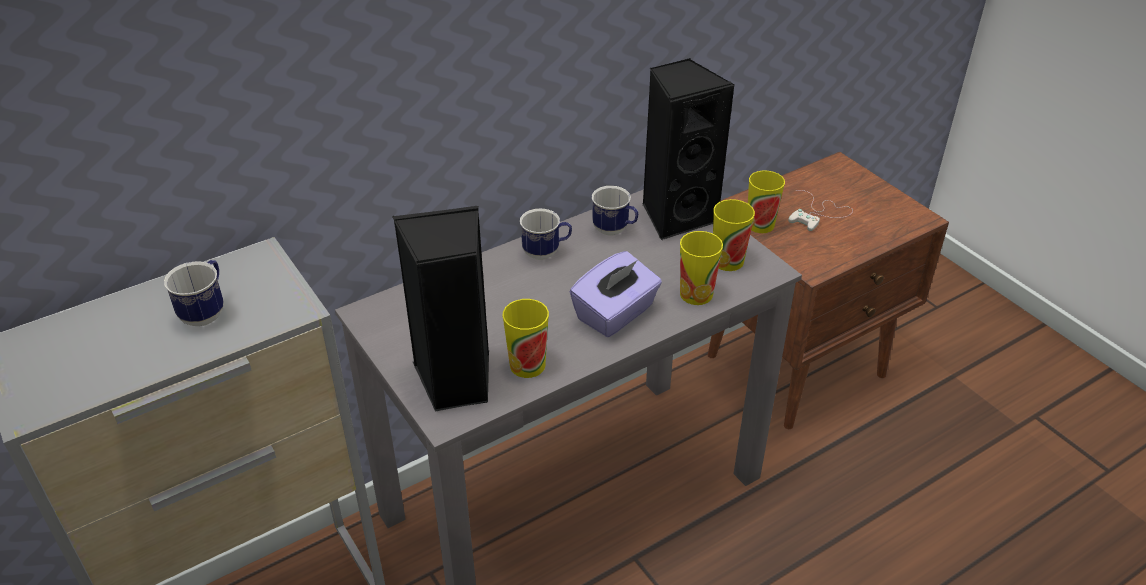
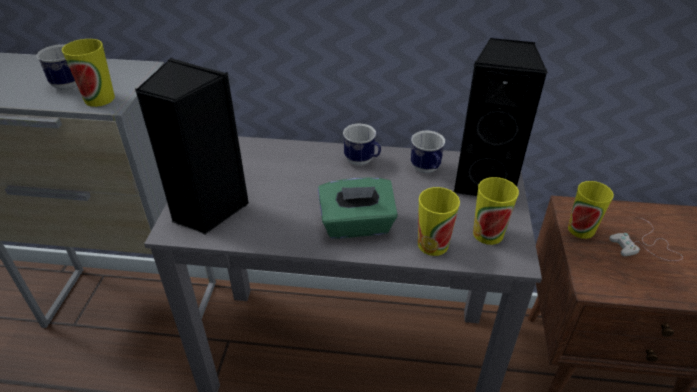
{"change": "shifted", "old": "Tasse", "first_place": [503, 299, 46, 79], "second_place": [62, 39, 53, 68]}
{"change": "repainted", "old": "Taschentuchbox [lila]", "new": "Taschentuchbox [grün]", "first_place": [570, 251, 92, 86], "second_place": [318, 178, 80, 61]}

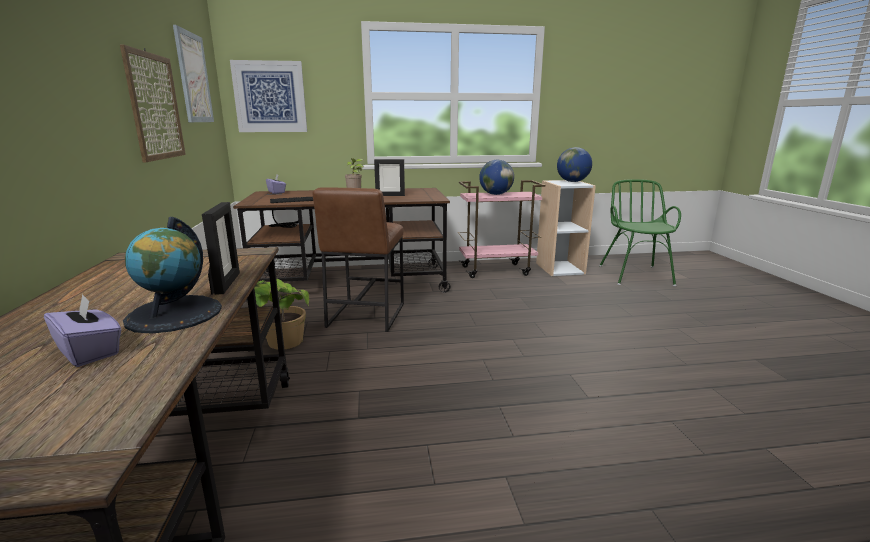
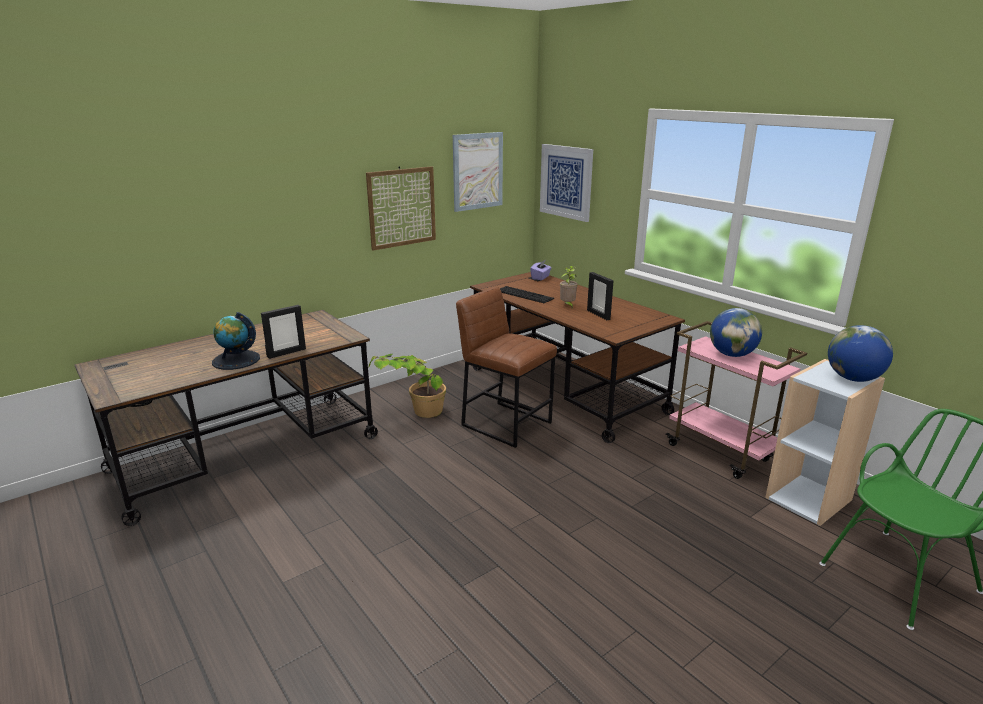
{"change": "gone", "old": "Taschentuchbox [lila]", "first_place": [44, 294, 77, 73]}
{"change": "rotated", "old": "Stuhl [braun]", "first_place": [312, 187, 92, 145], "second_place": [456, 287, 101, 161], "degrees": 60}

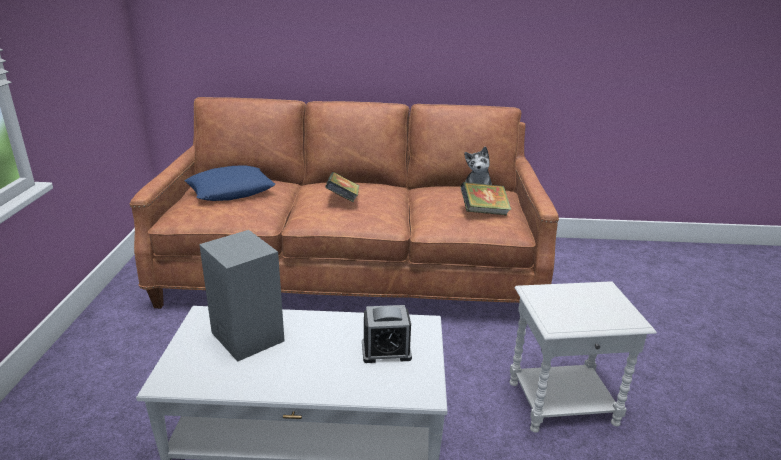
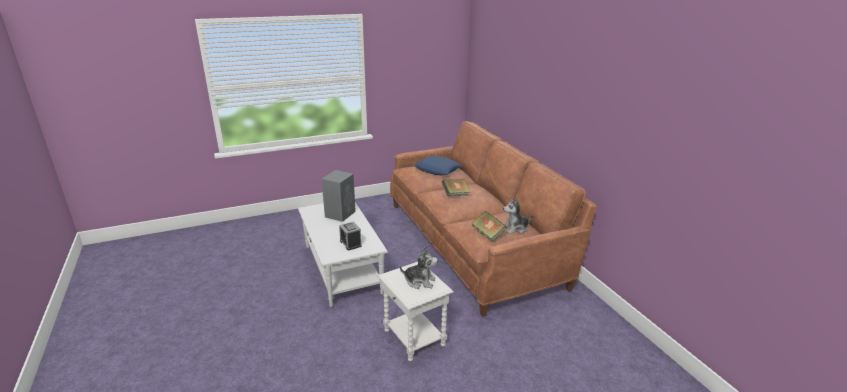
{"change": "new", "new": "Plüschtier", "second_place": [399, 247, 39, 42]}

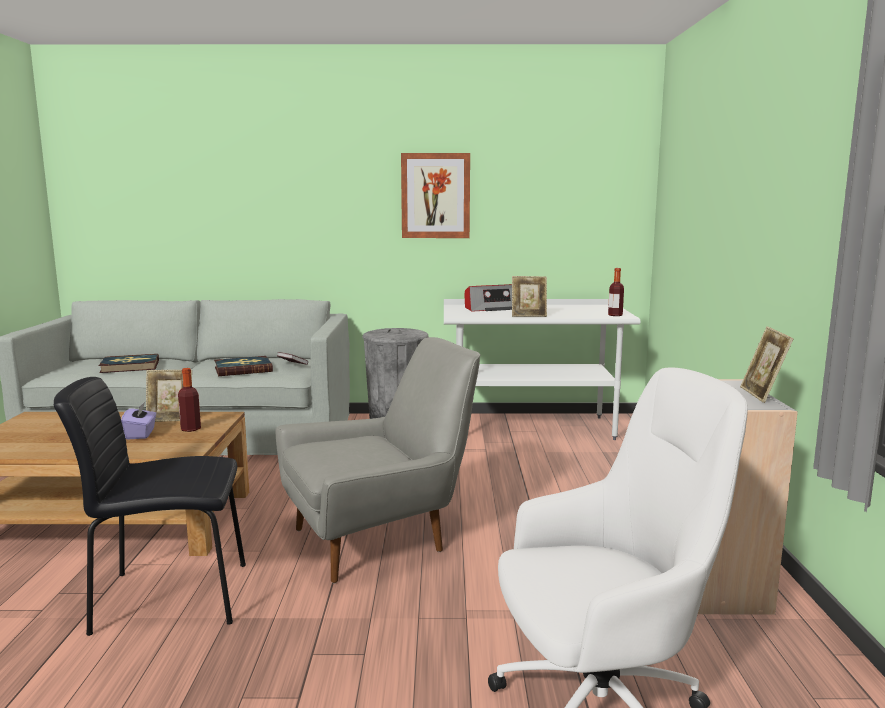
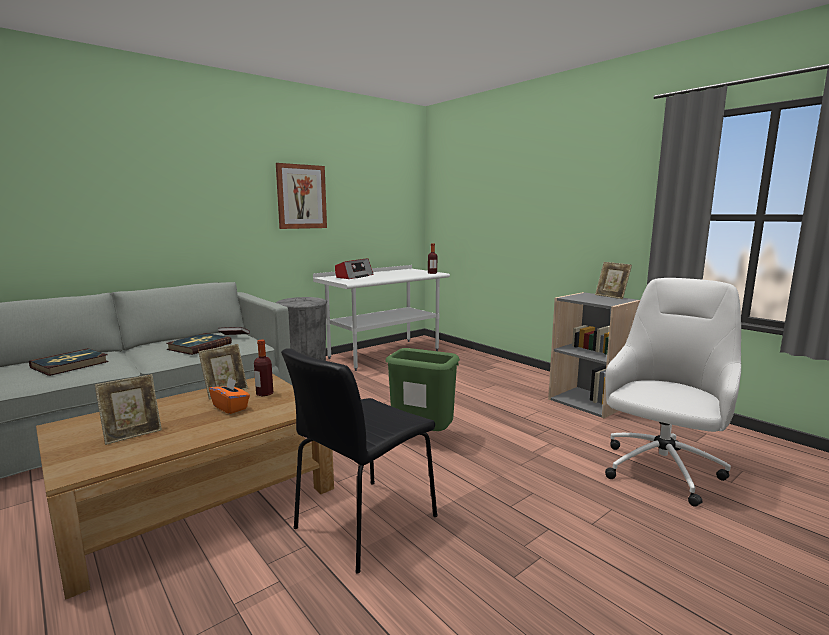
{"change": "repainted", "old": "Taschentuchbox [lila]", "new": "Taschentuchbox [orange]", "first_place": [121, 402, 36, 38], "second_place": [209, 378, 41, 36]}
{"change": "swapped", "old": "Sessel [grau]", "new": "Mülleimer [grün]", "first_place": [276, 337, 204, 246], "second_place": [385, 348, 75, 83]}
{"change": "shifted", "old": "Bilderrahmen", "first_place": [512, 276, 35, 41], "second_place": [95, 374, 67, 71]}

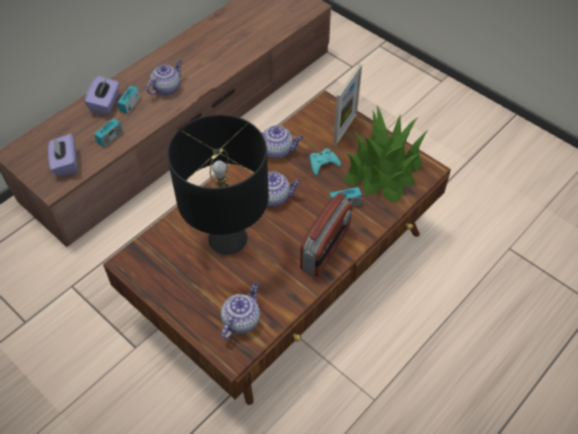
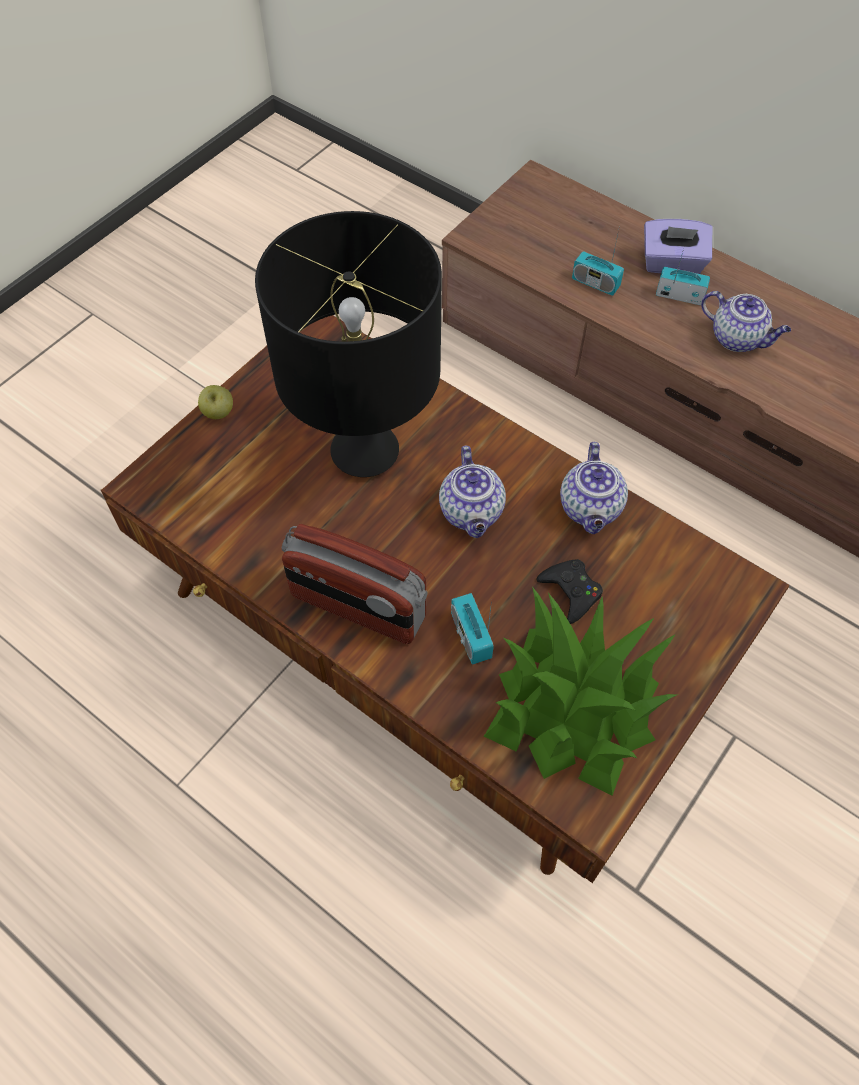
{"change": "gone", "old": "Taschentuchbox [lila]", "first_place": [48, 134, 29, 43]}
{"change": "gone", "old": "Teekanne", "first_place": [221, 283, 39, 56]}
{"change": "repainted", "old": "Gamepad [türkis]", "new": "Gamepad [schwarz]", "first_place": [310, 149, 31, 26], "second_place": [537, 559, 66, 65]}
{"change": "gone", "old": "Bilderrahmen", "first_place": [333, 64, 29, 81]}
{"change": "new", "new": "Apfel", "second_place": [198, 385, 35, 34]}

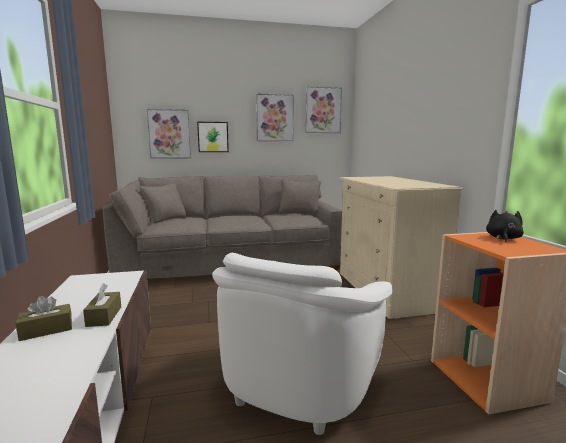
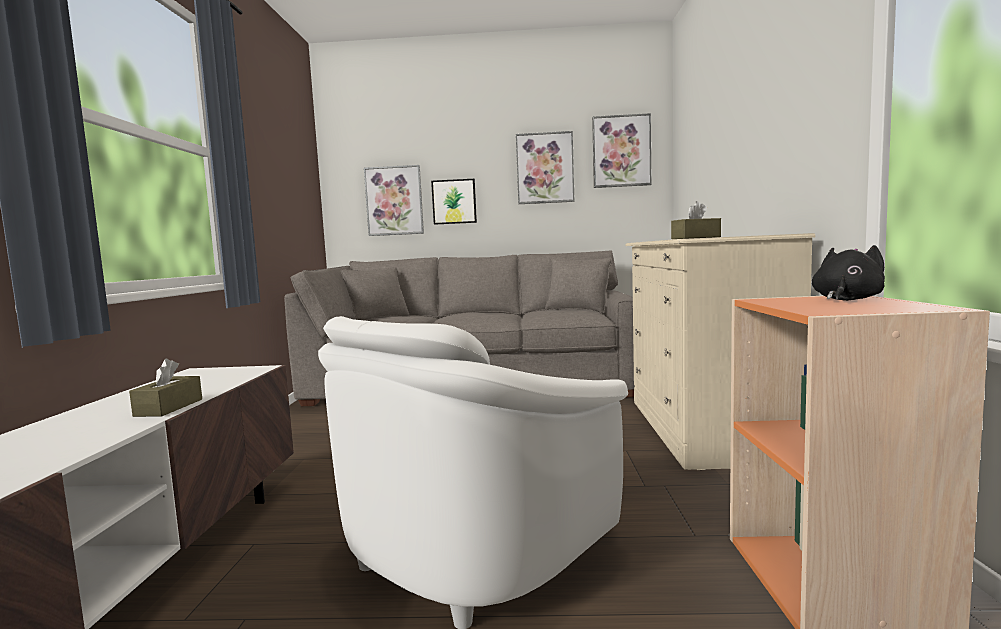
{"change": "shifted", "old": "Taschentuchbox [braun]", "first_place": [16, 296, 56, 45], "second_place": [671, 201, 50, 38]}

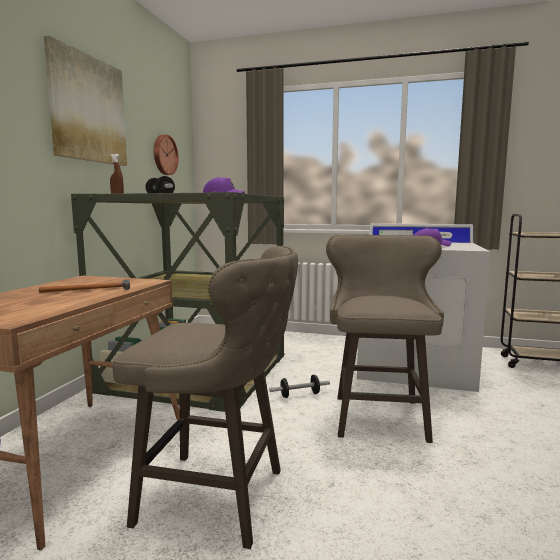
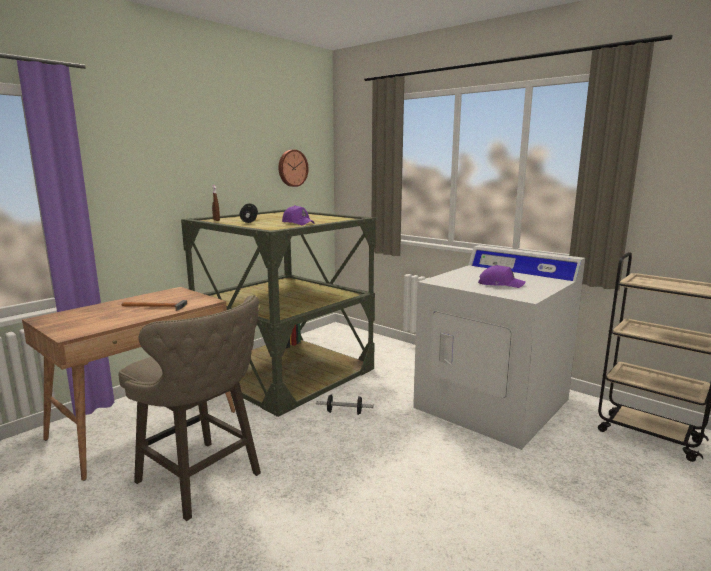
{"change": "gone", "old": "Bild", "first_place": [44, 35, 83, 131]}
{"change": "gone", "old": "Hocker [beige]", "first_place": [326, 235, 118, 208]}

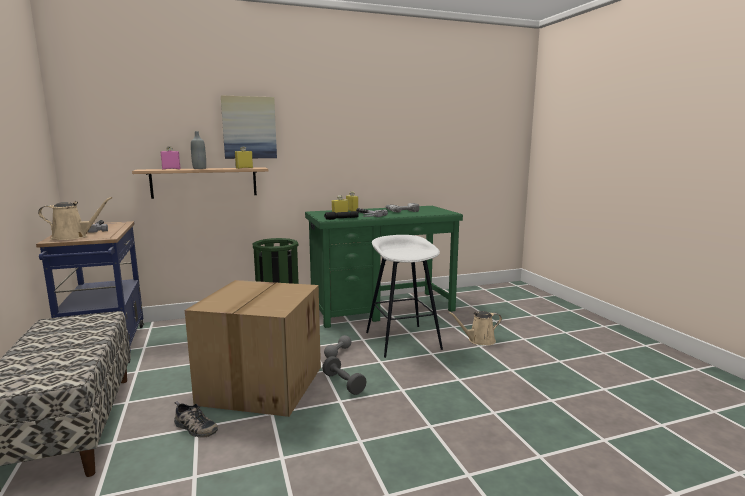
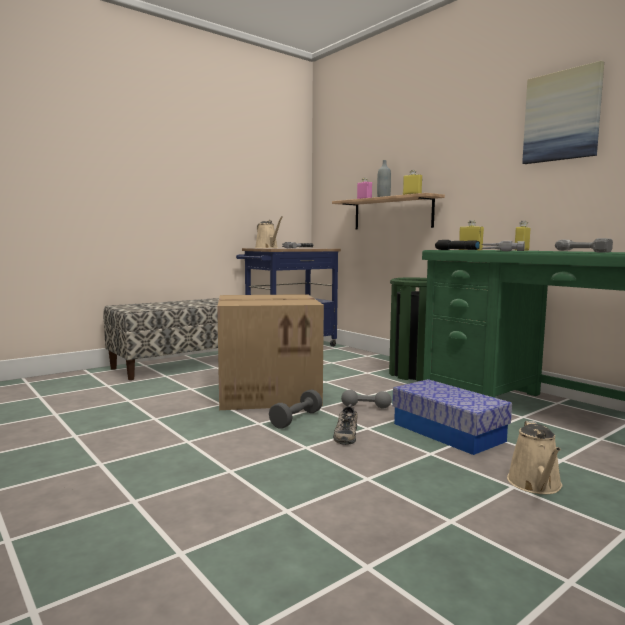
{"change": "shifted", "old": "Schuh", "first_place": [174, 401, 44, 37], "second_place": [333, 404, 25, 41]}
{"change": "shifted", "old": "Bild", "first_place": [221, 95, 56, 64], "second_place": [522, 60, 82, 104]}
{"change": "swapped", "old": "Hocker [weiß]", "new": "Aufbewahrungsbox", "first_place": [366, 235, 77, 123], "second_place": [392, 379, 120, 76]}
{"change": "rotated", "old": "Gießkanne [beige]", "first_place": [448, 311, 54, 34], "second_place": [507, 421, 55, 73], "degrees": -135}

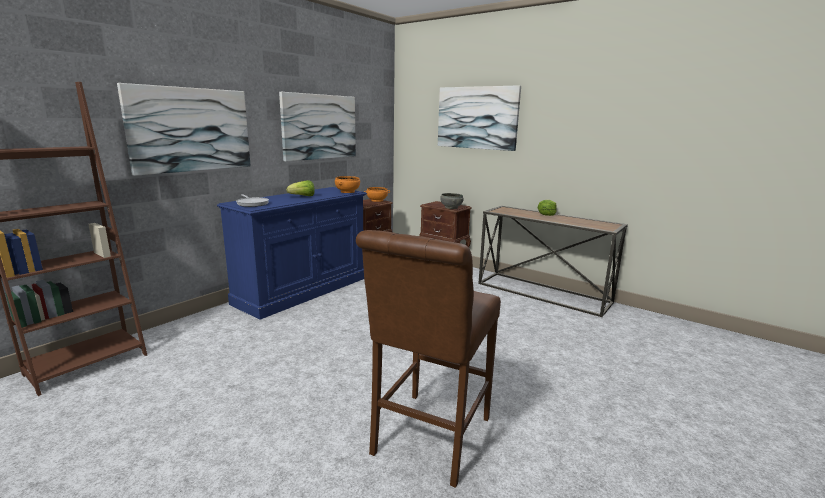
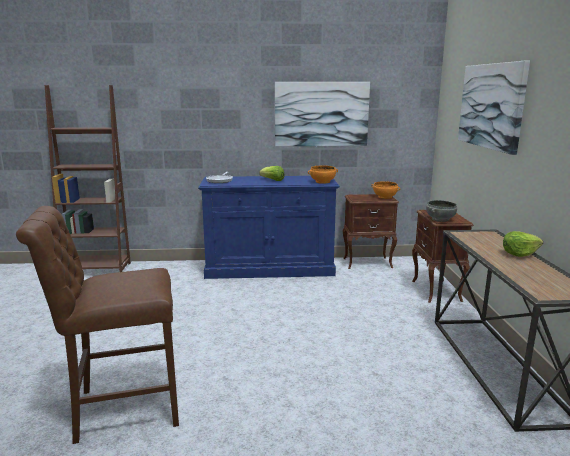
{"change": "gone", "old": "Bild", "first_place": [117, 83, 134, 93]}

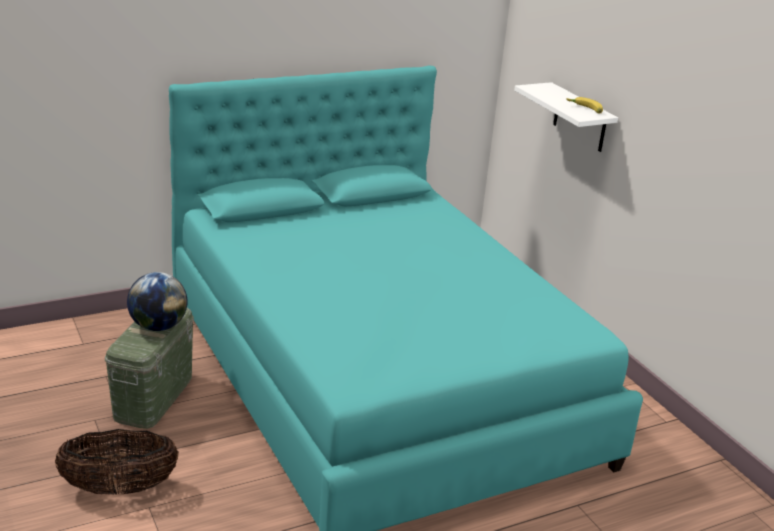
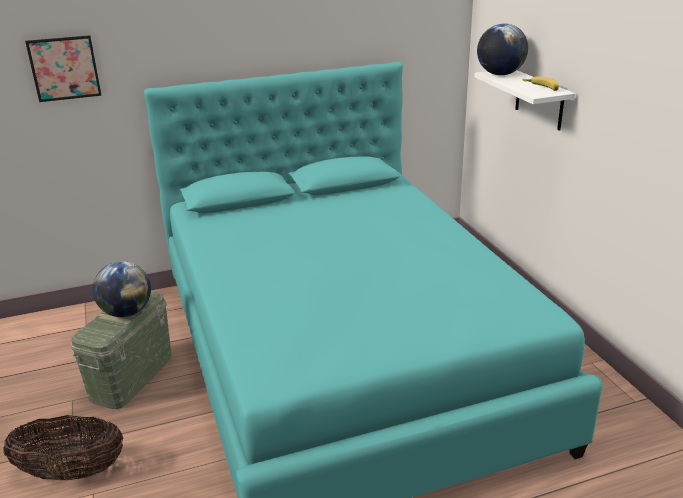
{"change": "new", "new": "Bild", "second_place": [25, 35, 77, 67]}
{"change": "new", "new": "Globus", "second_place": [477, 23, 51, 52]}

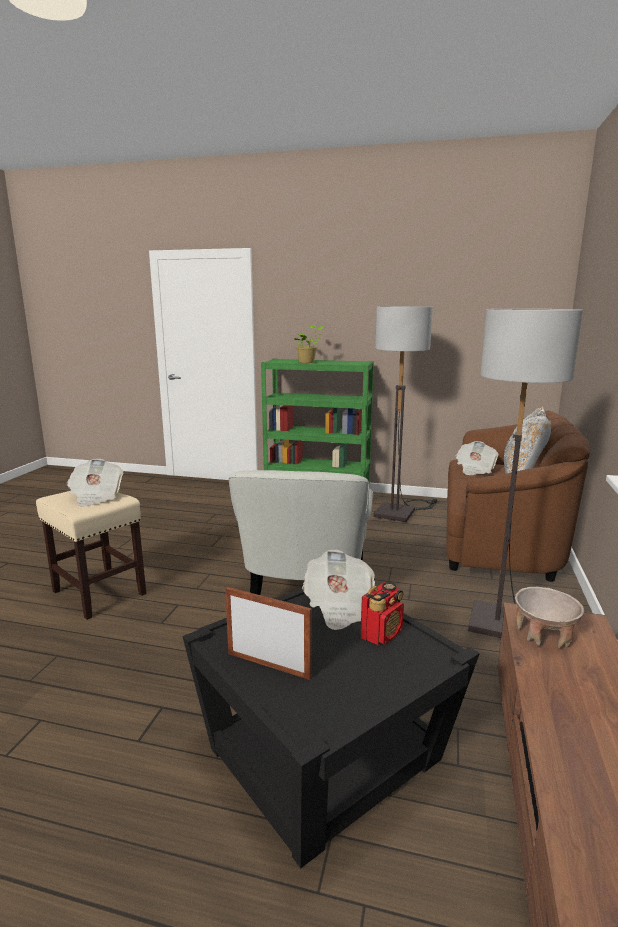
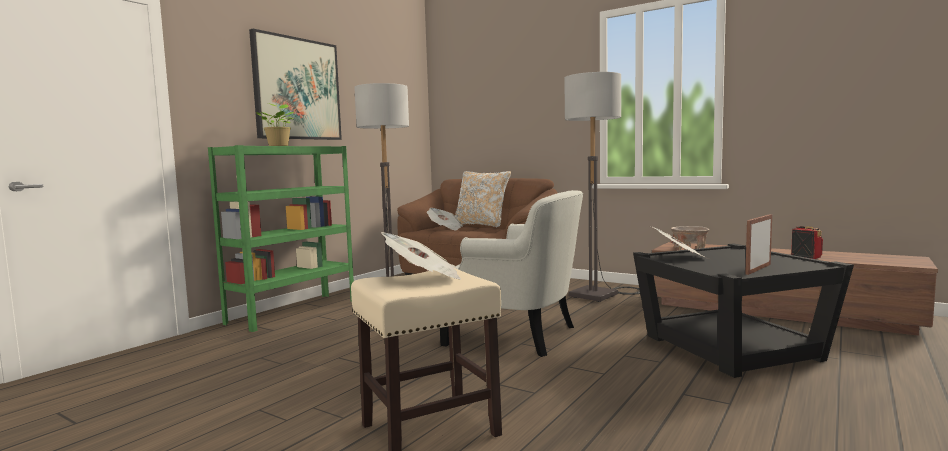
{"change": "shifted", "old": "Radio", "first_place": [361, 582, 43, 63], "second_place": [791, 226, 32, 33]}
{"change": "new", "new": "Bild", "second_place": [249, 29, 93, 111]}

